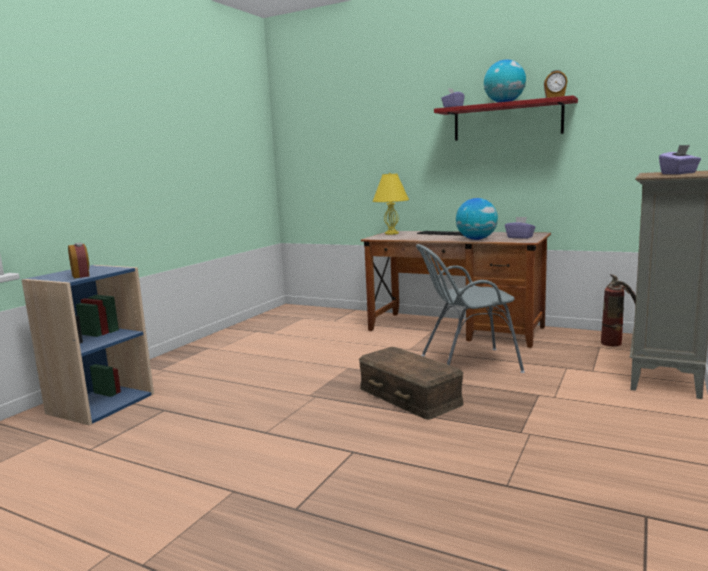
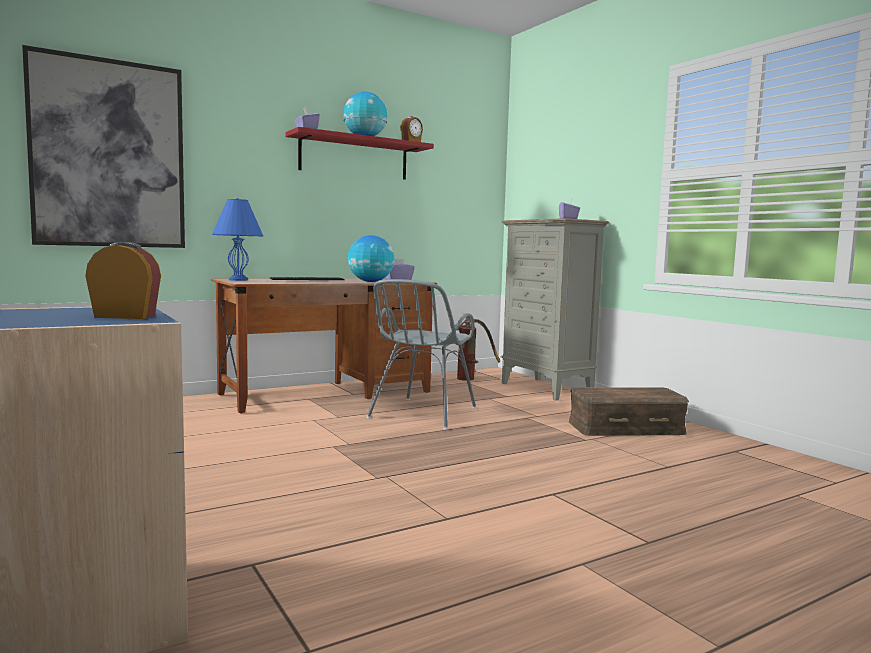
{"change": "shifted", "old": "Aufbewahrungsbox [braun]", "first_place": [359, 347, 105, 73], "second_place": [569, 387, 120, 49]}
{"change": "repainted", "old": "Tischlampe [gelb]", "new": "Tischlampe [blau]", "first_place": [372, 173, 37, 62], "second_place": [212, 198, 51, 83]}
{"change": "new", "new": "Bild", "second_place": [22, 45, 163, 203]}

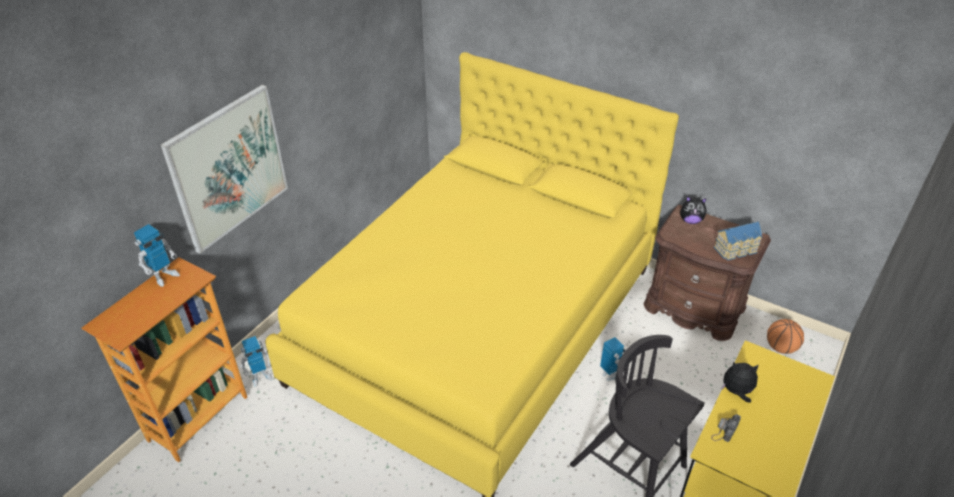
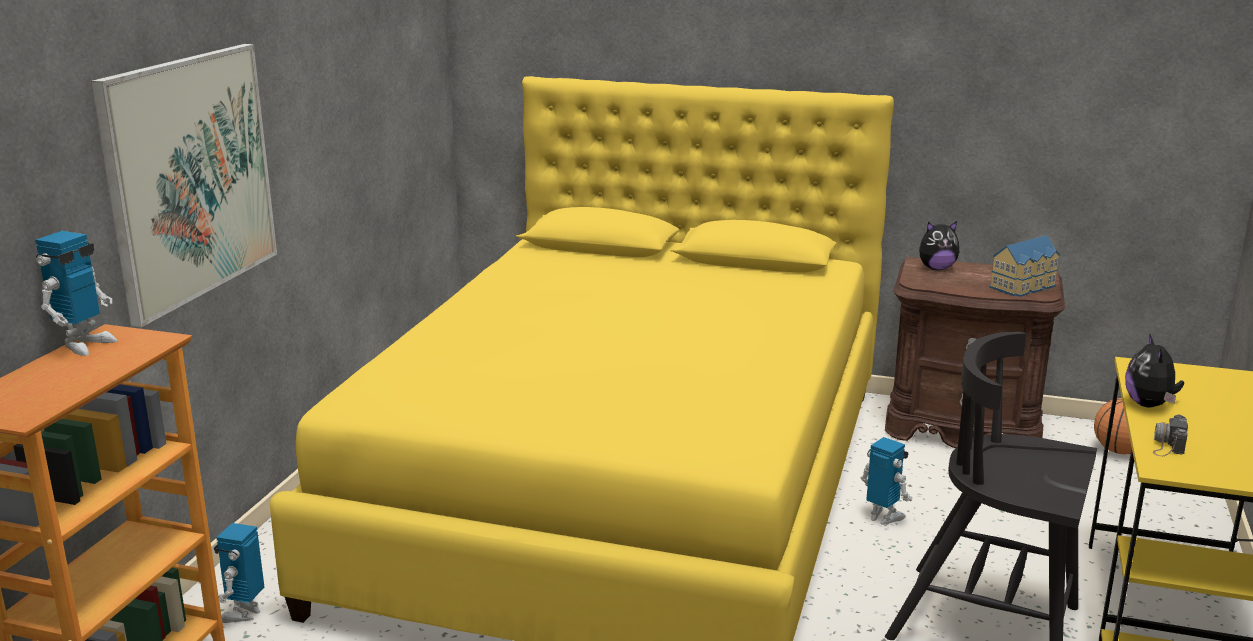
{"change": "rotated", "old": "Spielzeugroboter", "first_place": [241, 336, 31, 51], "second_place": [214, 523, 50, 100], "degrees": 150}
{"change": "rotated", "old": "Plüschtier", "first_place": [722, 362, 36, 41], "second_place": [1125, 333, 59, 74], "degrees": -75}

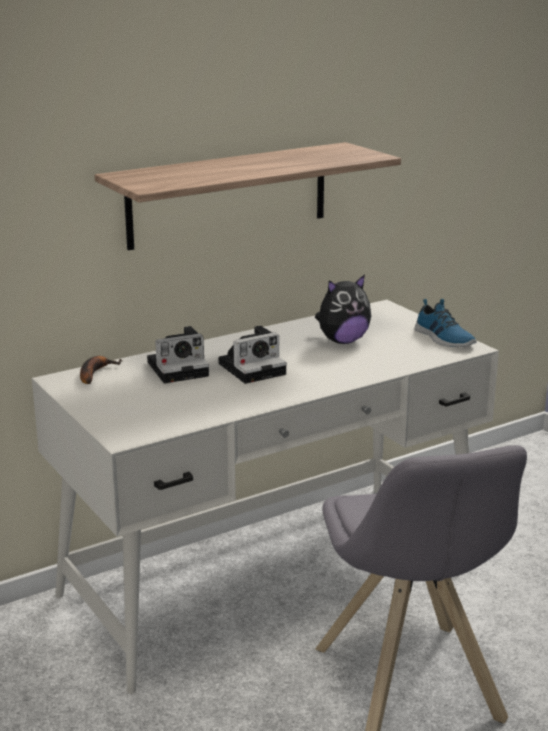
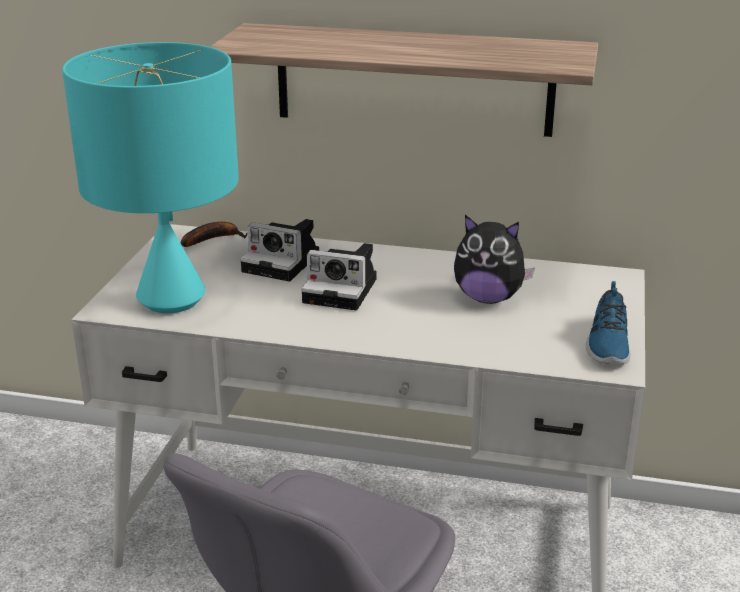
{"change": "new", "new": "Tischlampe [türkis]", "second_place": [62, 42, 177, 271]}

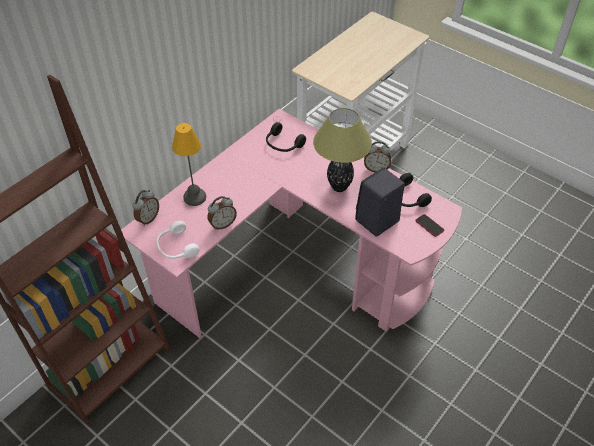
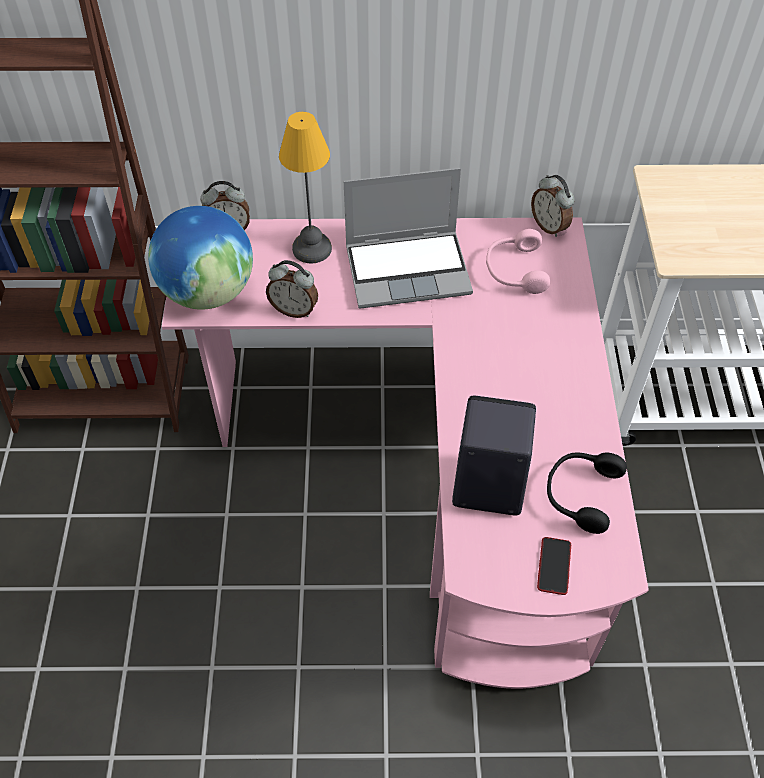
{"change": "swapped", "old": "Kopfhörer [weiß]", "new": "Globus", "first_place": [157, 220, 42, 39], "second_place": [148, 206, 105, 104]}
{"change": "repainted", "old": "Kopfhörer [schwarz]", "new": "Kopfhörer [rosa]", "first_place": [266, 122, 40, 30], "second_place": [486, 229, 64, 65]}
{"change": "gone", "old": "Tischlampe", "first_place": [313, 108, 59, 84]}
{"change": "shifted", "old": "Wecker", "first_place": [364, 141, 27, 31], "second_place": [531, 175, 44, 62]}
{"change": "new", "new": "Laptop", "second_place": [344, 168, 129, 141]}

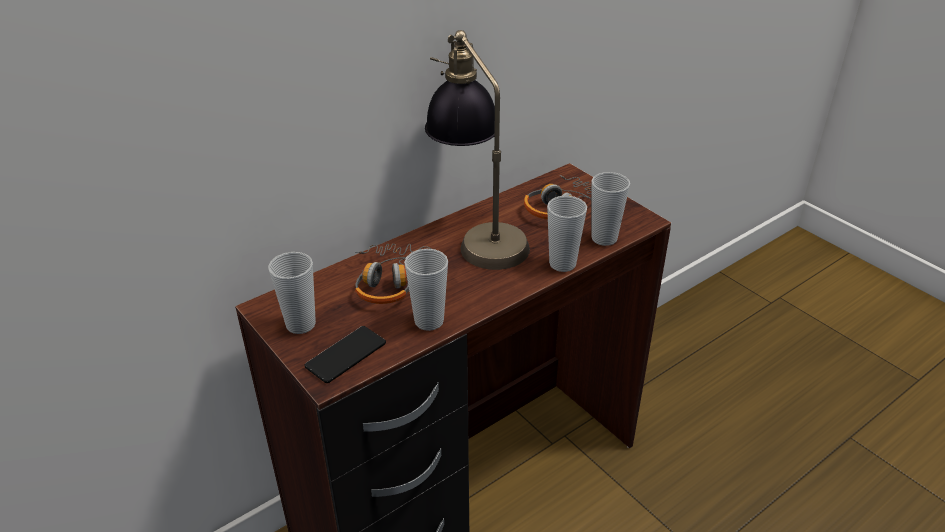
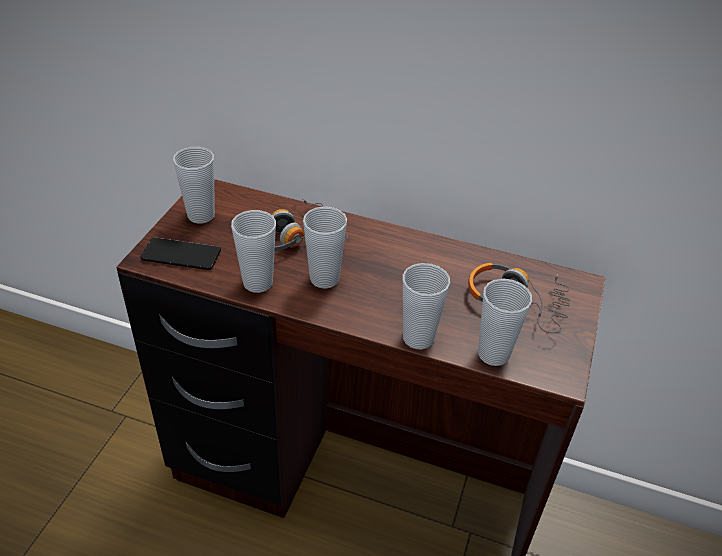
{"change": "gone", "old": "Tischlampe", "first_place": [425, 30, 105, 240]}
{"change": "new", "new": "Tasse", "second_place": [303, 206, 44, 83]}

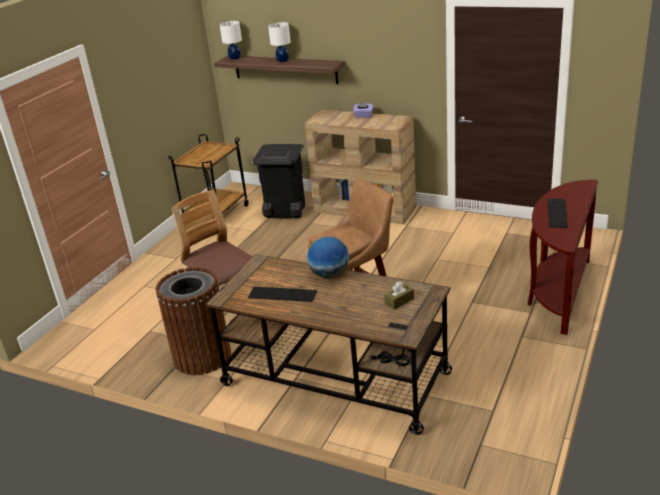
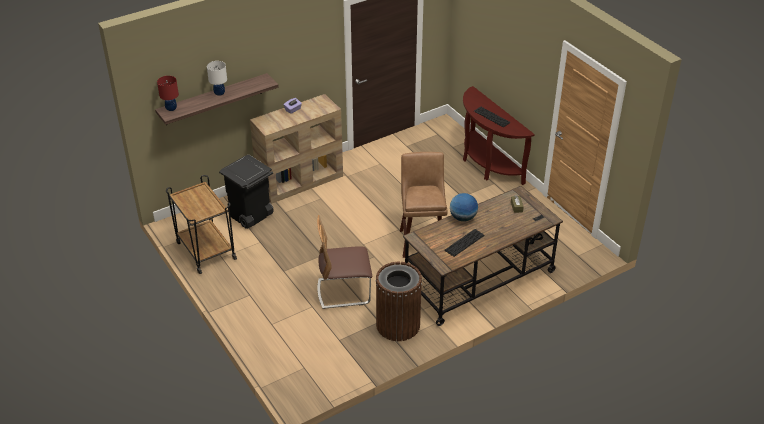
{"change": "repainted", "old": "Tischlampe [weiß]", "new": "Tischlampe [rot]", "first_place": [219, 21, 23, 38], "second_place": [157, 76, 22, 35]}

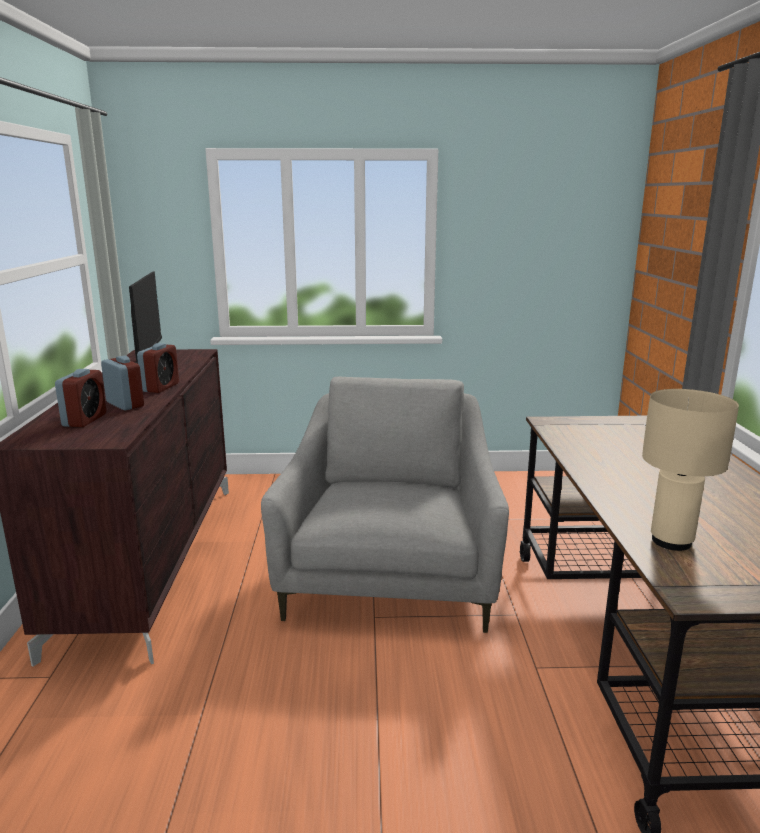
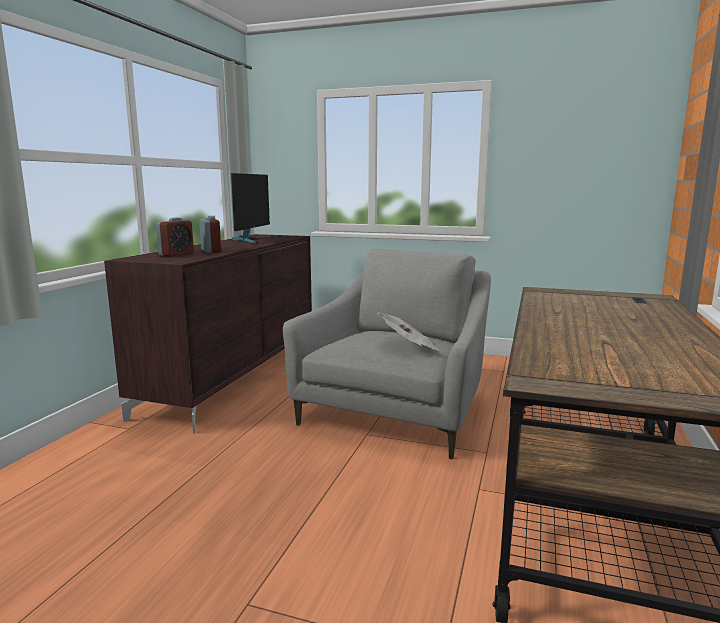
{"change": "gone", "old": "Wecker", "first_place": [137, 343, 42, 50]}
{"change": "gone", "old": "Tischlampe [beige]", "first_place": [642, 389, 97, 162]}
{"change": "new", "new": "Zeitung", "second_place": [377, 312, 63, 39]}

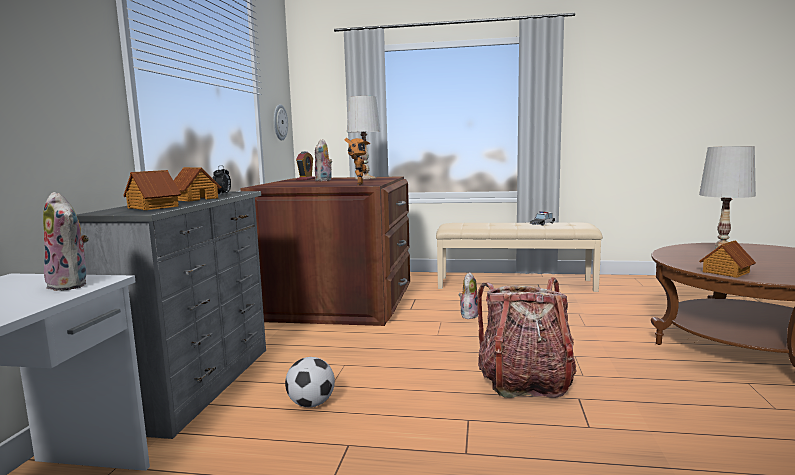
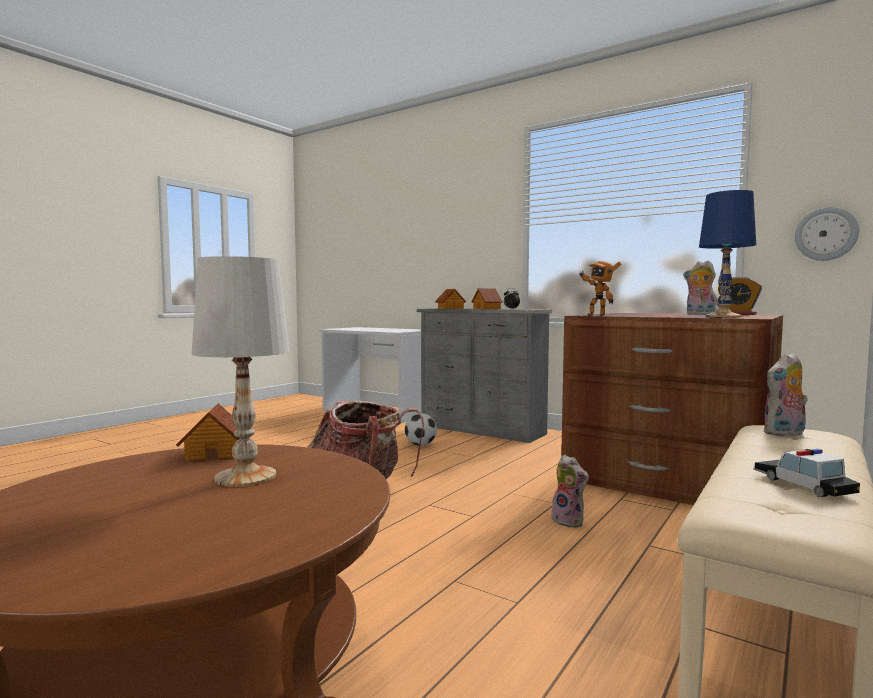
{"change": "shifted", "old": "Plüschtier", "first_place": [43, 192, 46, 99], "second_place": [763, 352, 45, 84]}
{"change": "repainted", "old": "Tischlampe [weiß]", "new": "Tischlampe [blau]", "first_place": [347, 96, 33, 83], "second_place": [699, 190, 57, 127]}

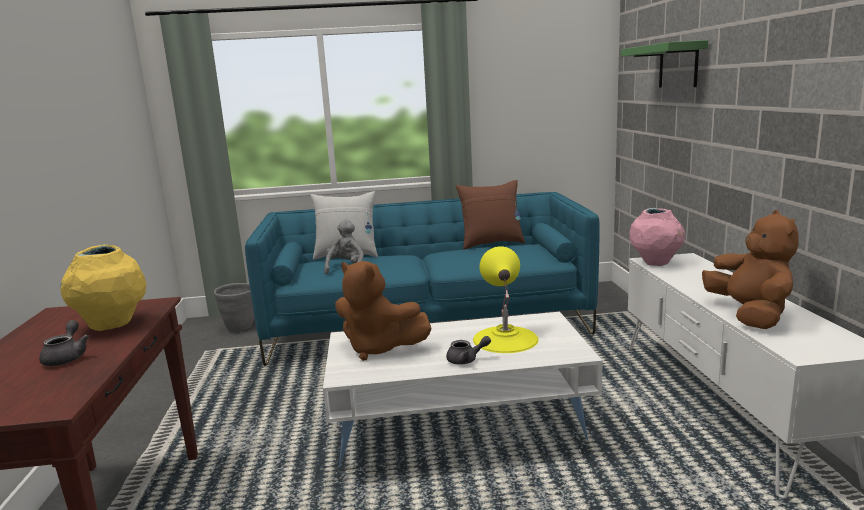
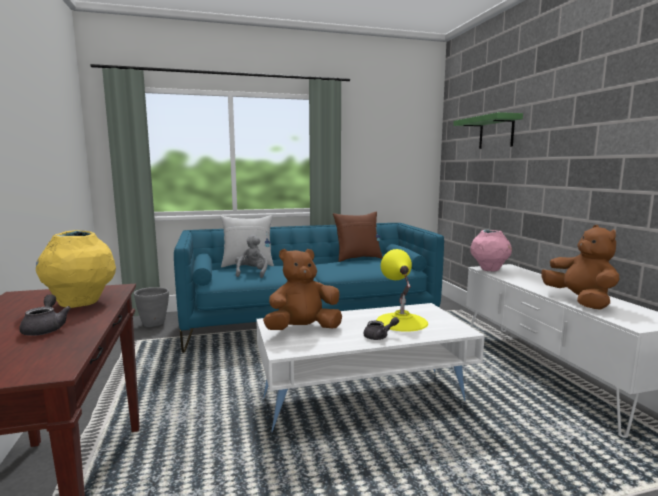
{"change": "rotated", "old": "Plüschtier [braun]", "first_place": [335, 261, 97, 100], "second_place": [263, 249, 79, 81], "degrees": 135}

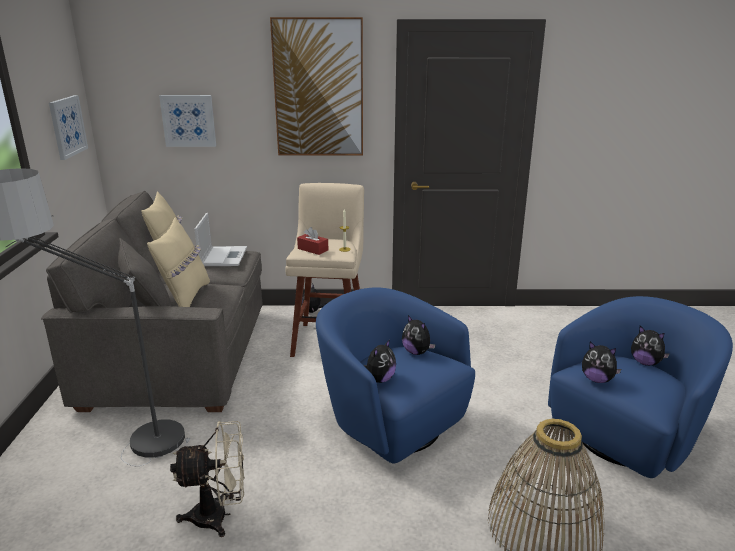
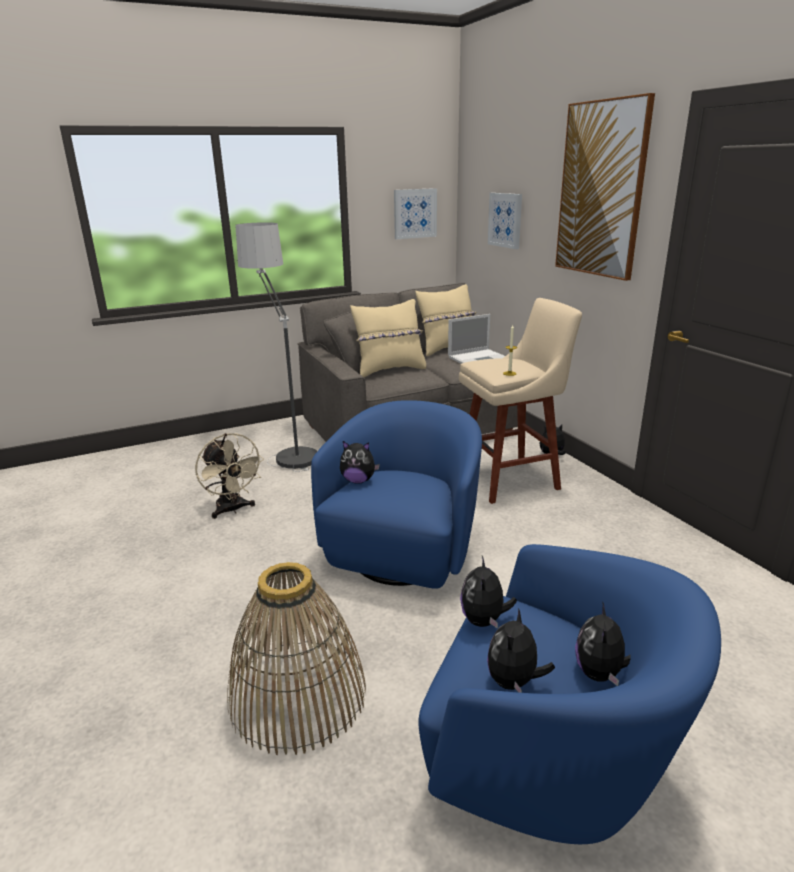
{"change": "gone", "old": "Taschentuchbox [rot]", "first_place": [297, 227, 31, 28]}
{"change": "shifted", "old": "Plüschtier", "first_place": [402, 315, 34, 40], "second_place": [487, 608, 68, 85]}

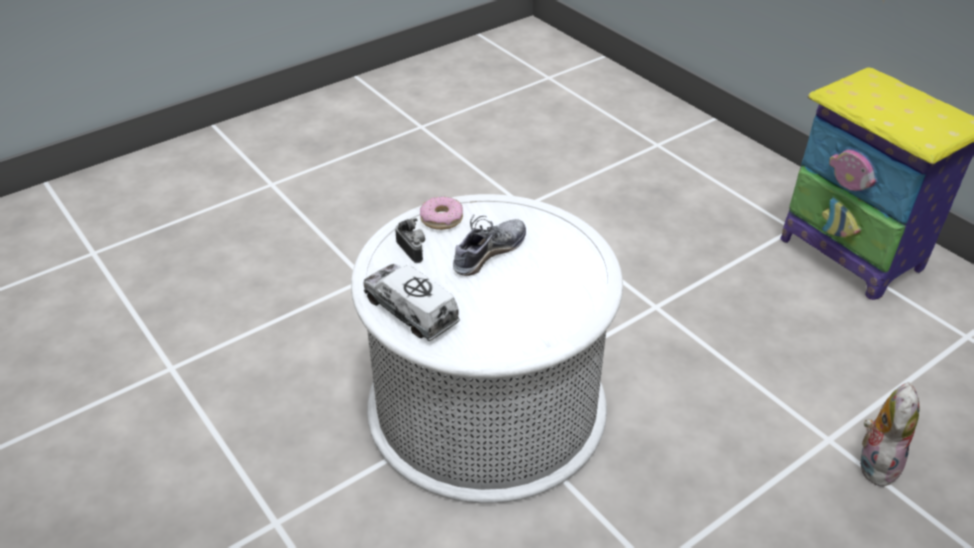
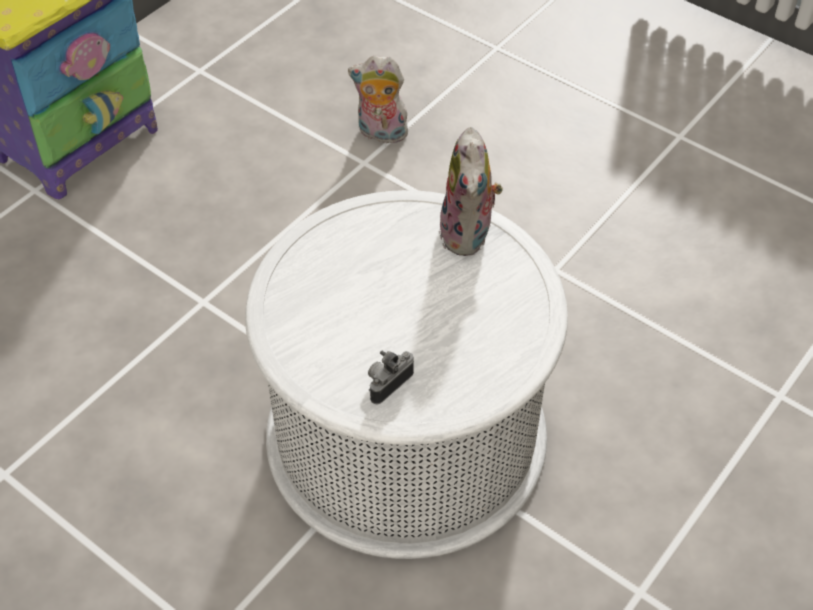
{"change": "gone", "old": "Spielzeuglaster", "first_place": [363, 264, 97, 77]}
{"change": "gone", "old": "Donut", "first_place": [420, 196, 43, 34]}
{"change": "gone", "old": "Schuh", "first_place": [453, 215, 73, 61]}
{"change": "new", "new": "Plüschtier", "second_place": [439, 127, 64, 129]}

